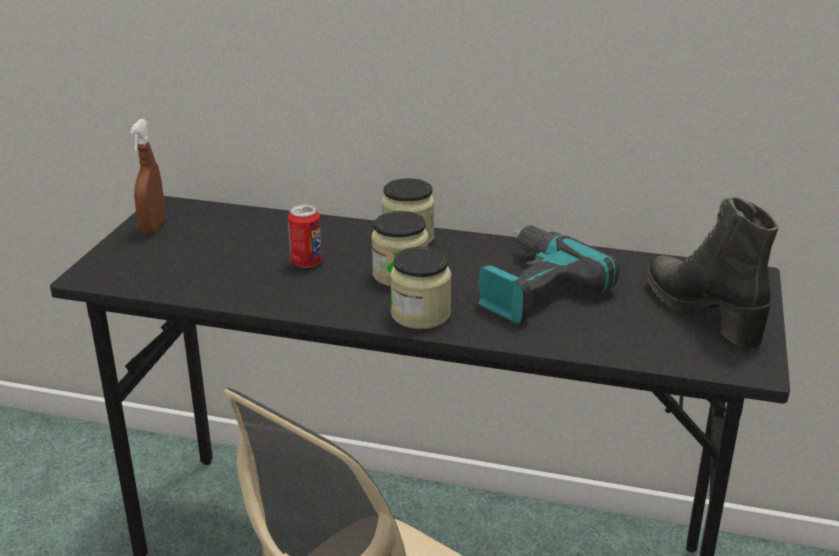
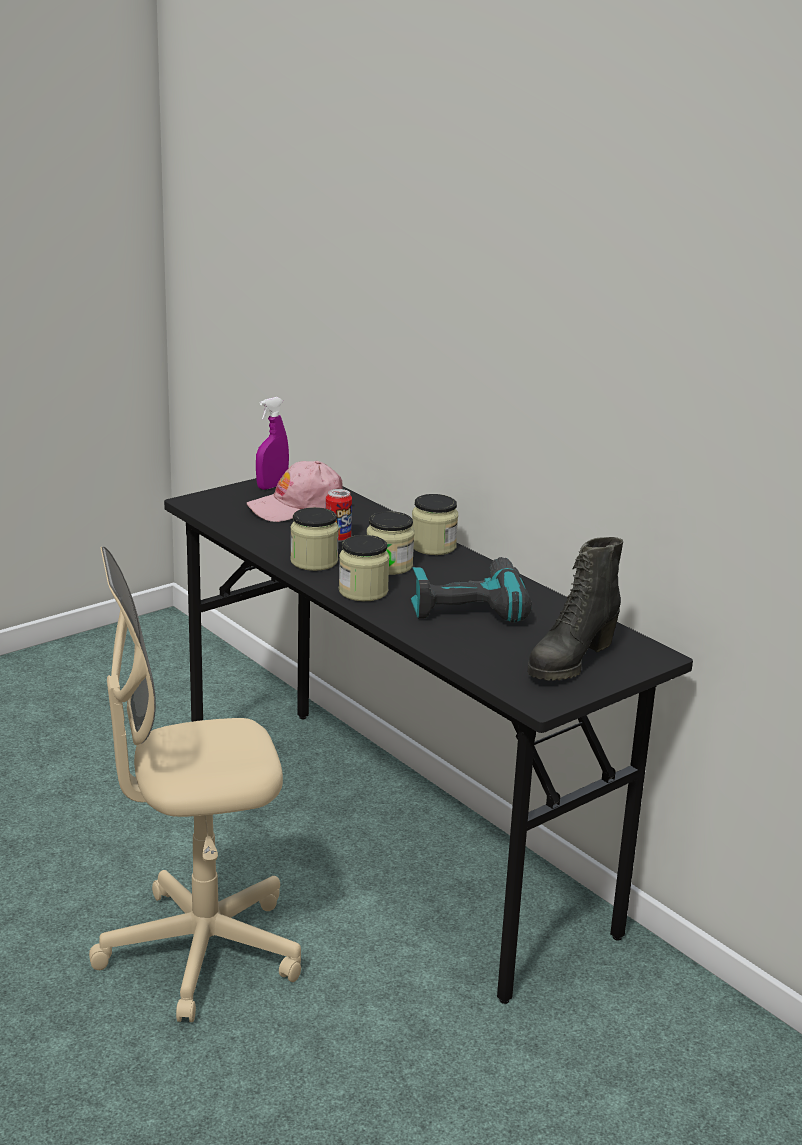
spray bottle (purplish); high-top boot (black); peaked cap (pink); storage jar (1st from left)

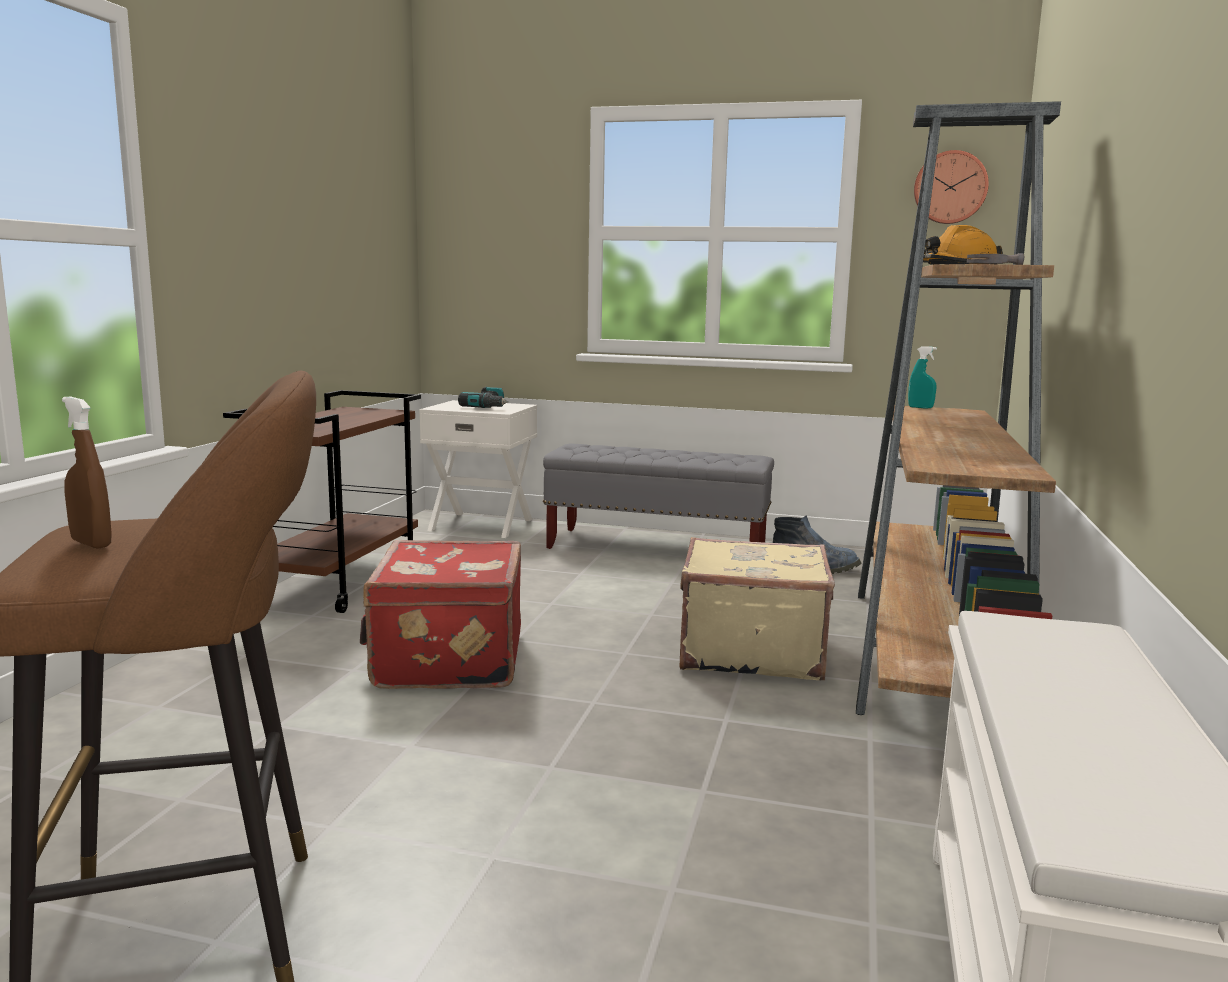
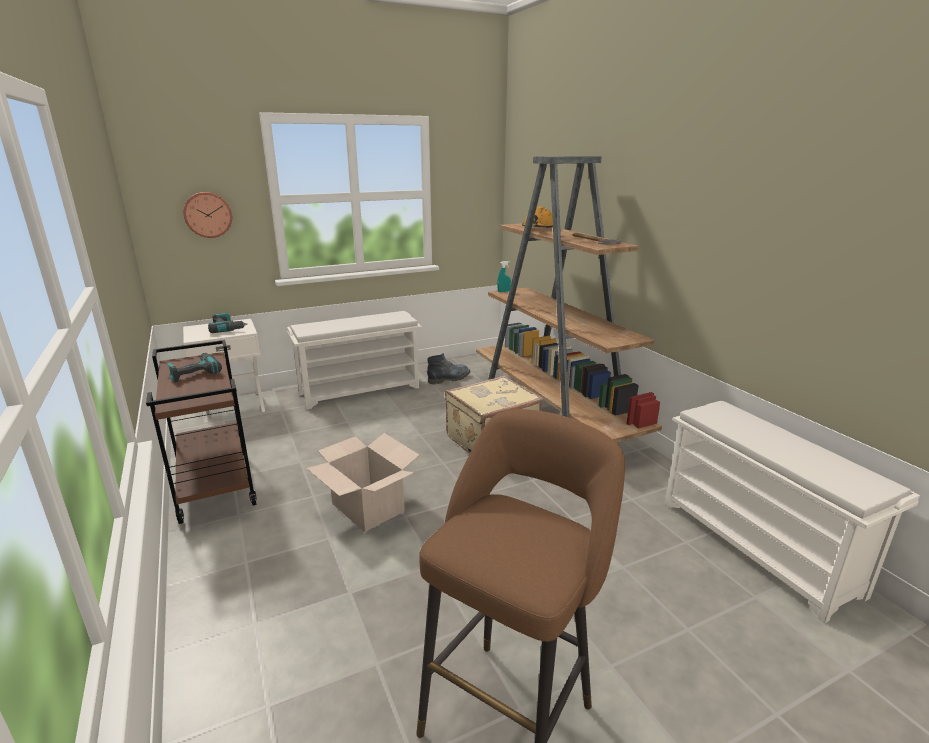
spray bottle (brown); packing box; shoe shelf (whitish) (1st from left); hanging clock; power drill (1st from left)

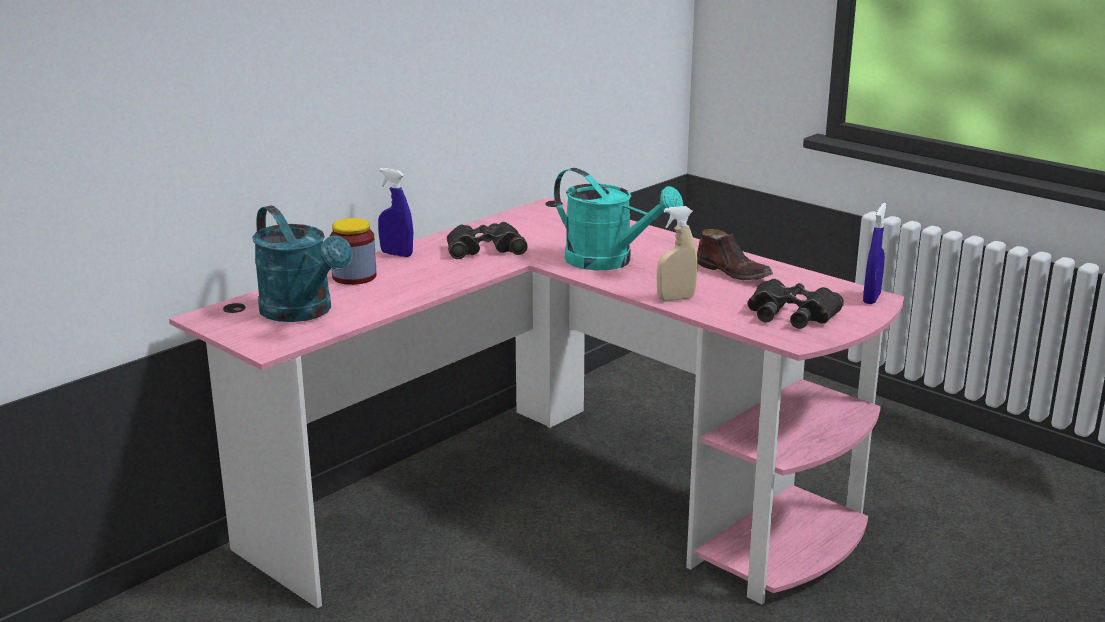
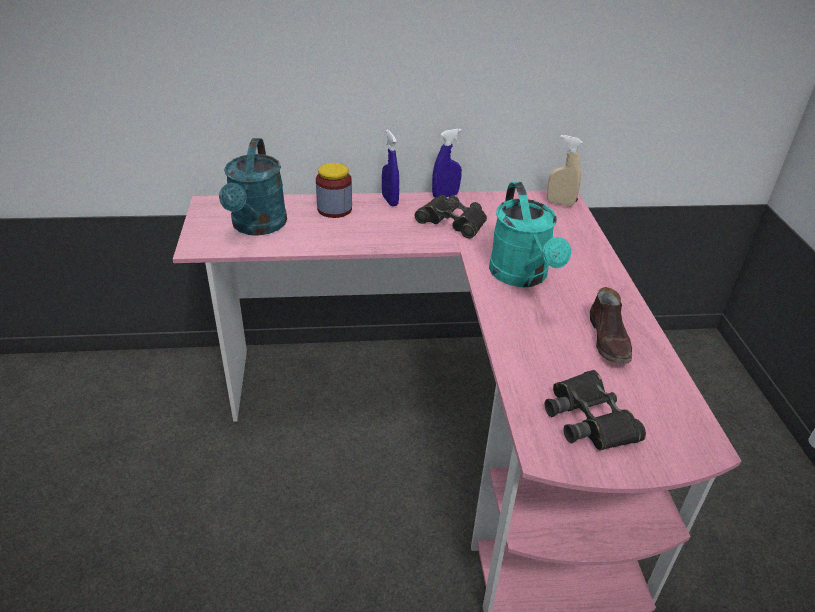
spray bottle (beige); spray bottle (bluish) (2nd from left)

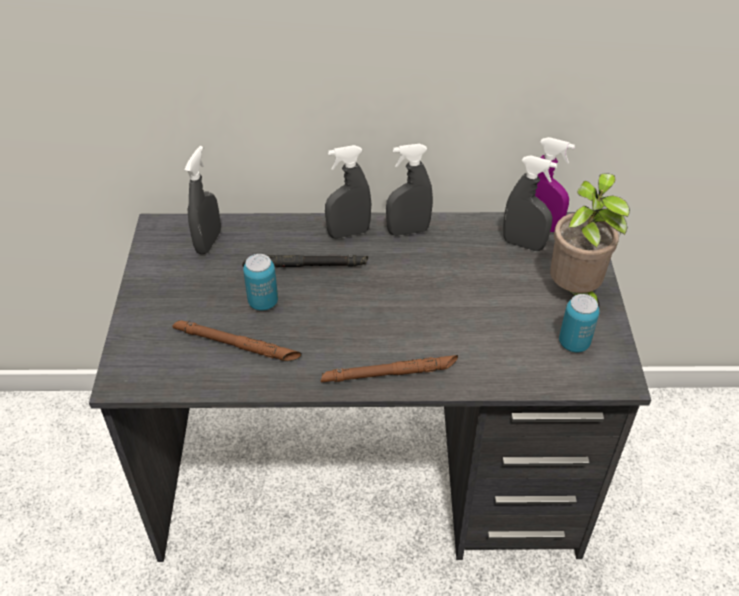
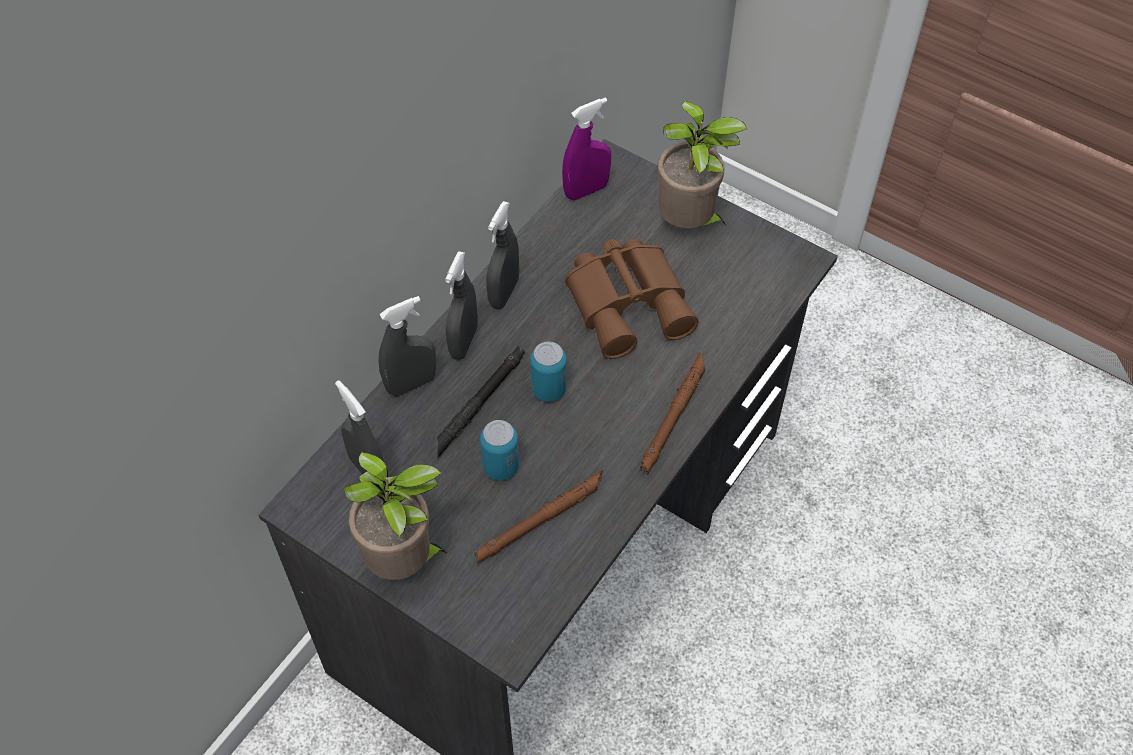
spray bottle (gray) (2nd from left); metal can (2nd from left); plant in a pot (1st from left); field glasses (brown)

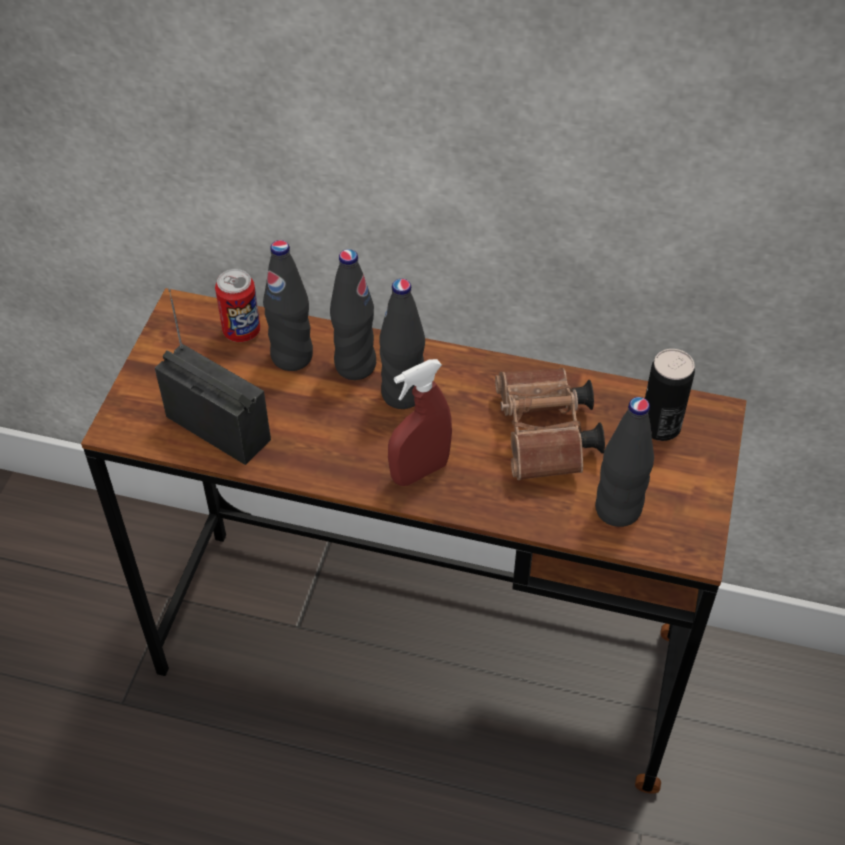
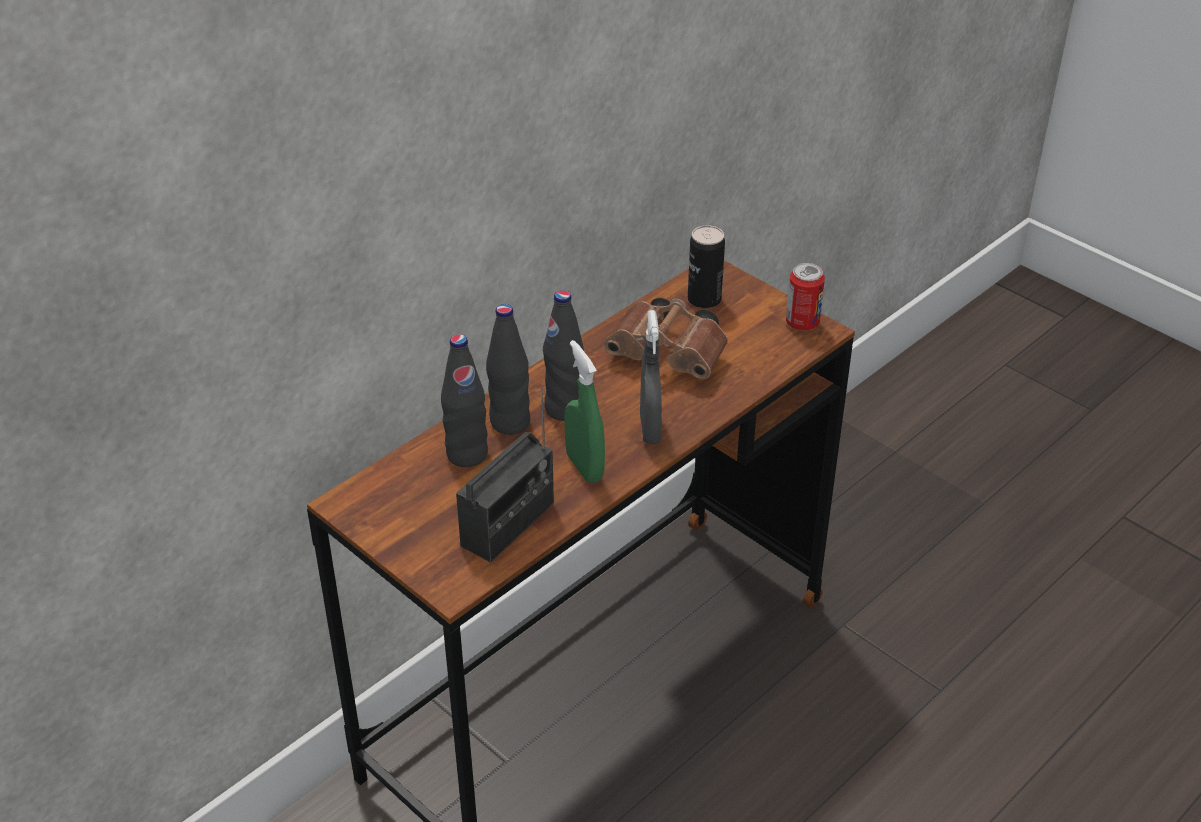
radio receiver; metal can (2nd from left); spray bottle (gray); drink bottle (black) (4th from left in the first image); spray bottle (green-coloured)

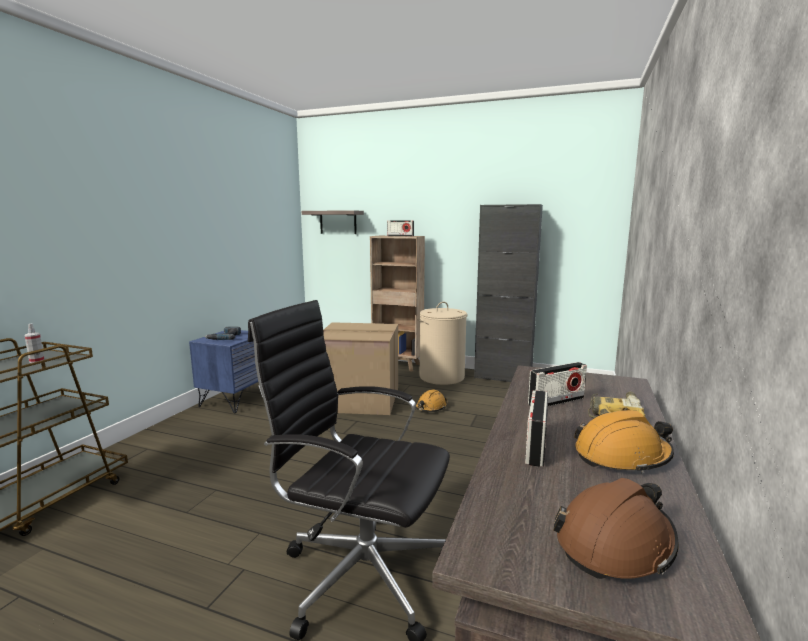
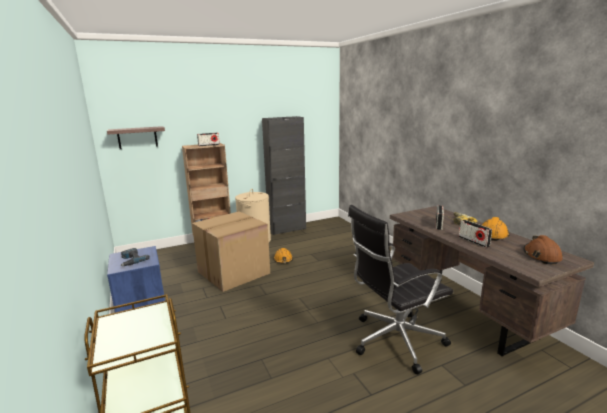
spray bottle

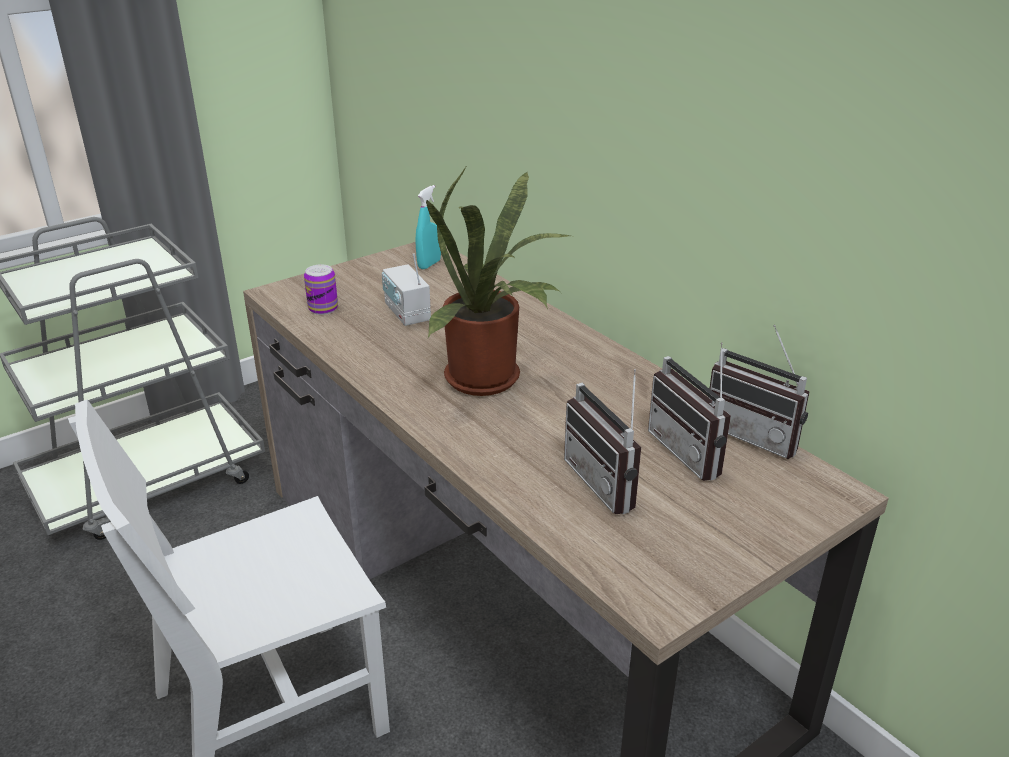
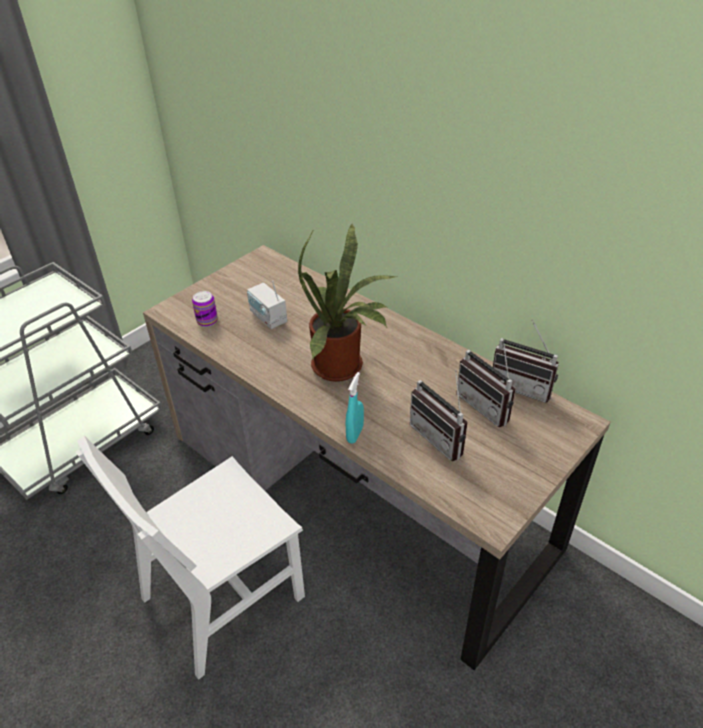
spray bottle (blue-green)

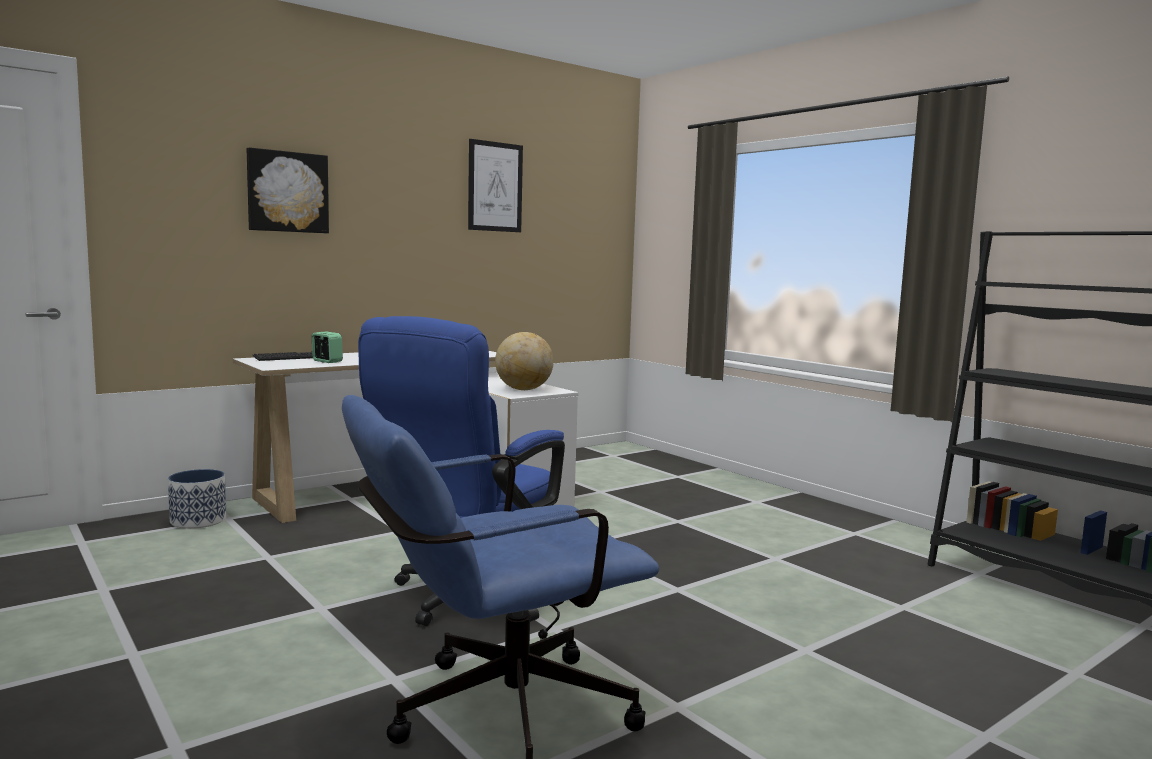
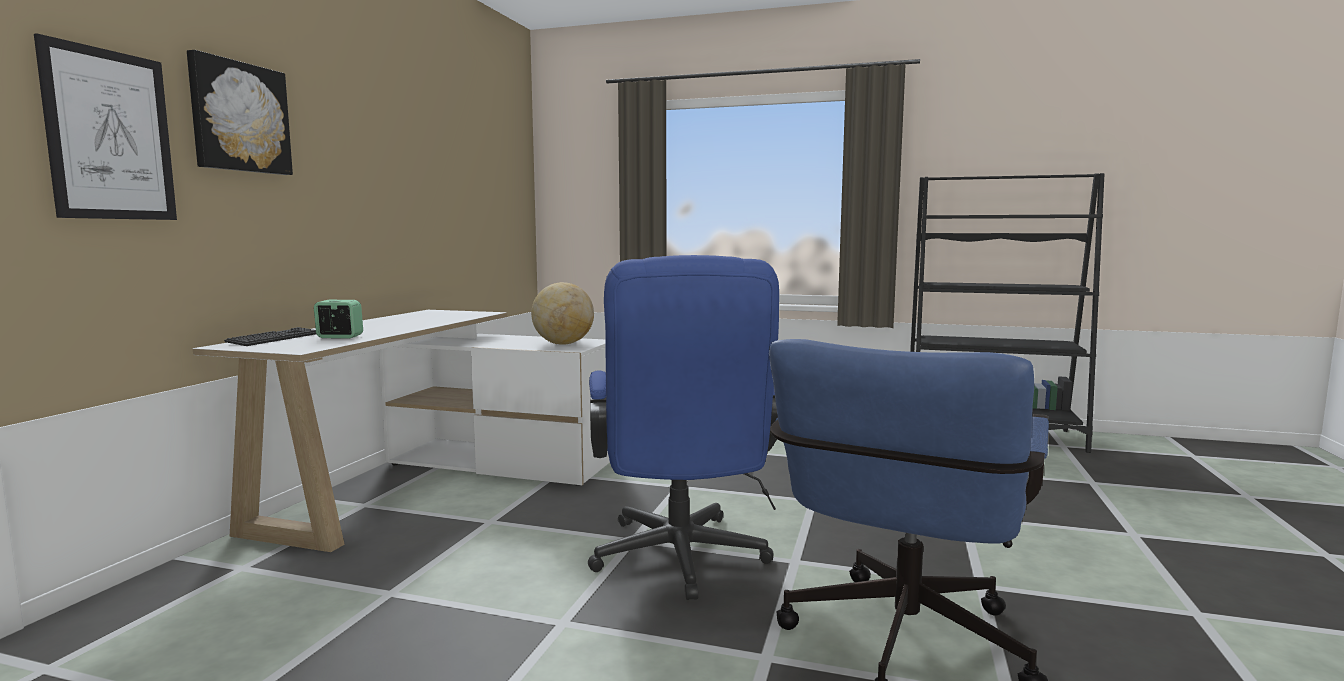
plant pot; wall art (1st from left)

